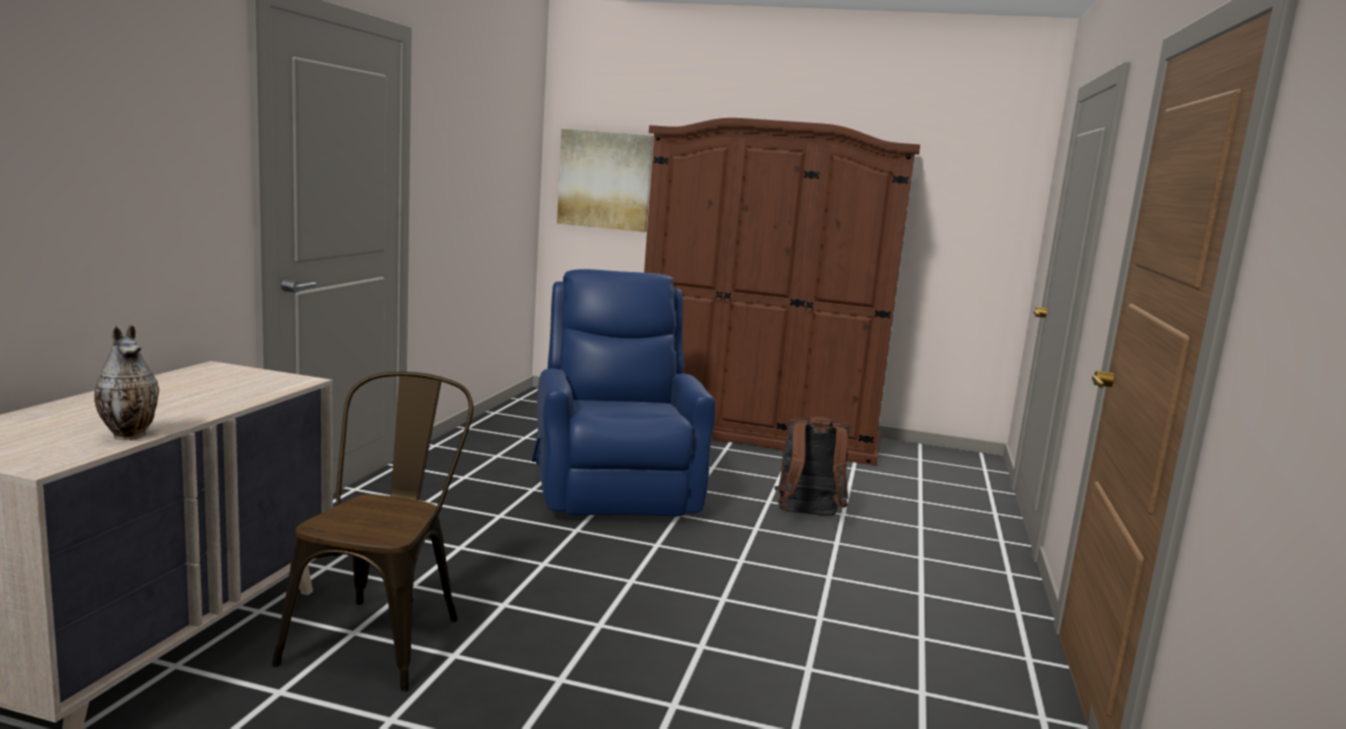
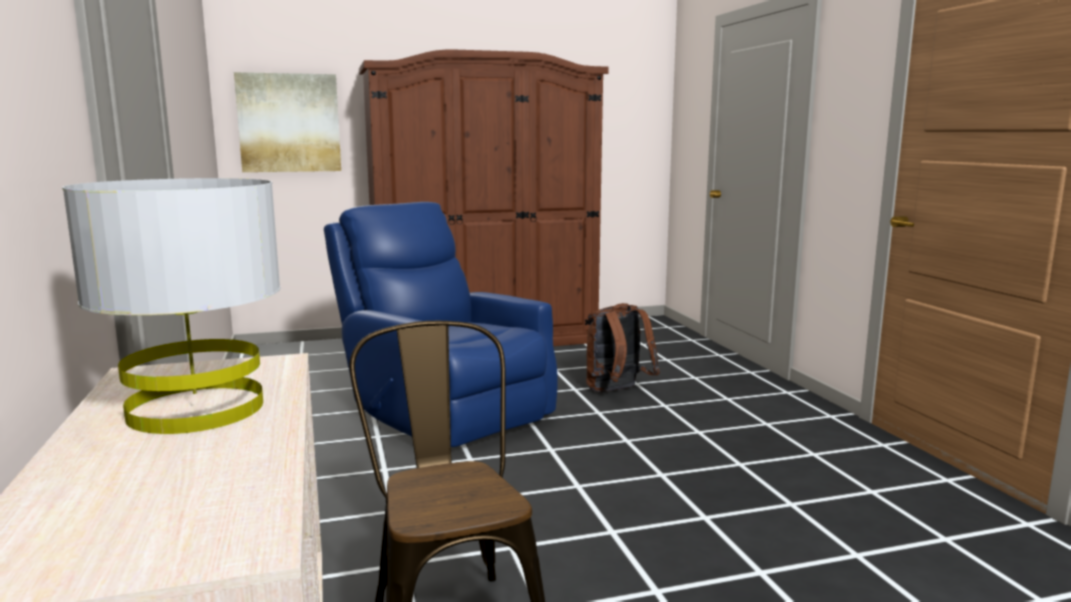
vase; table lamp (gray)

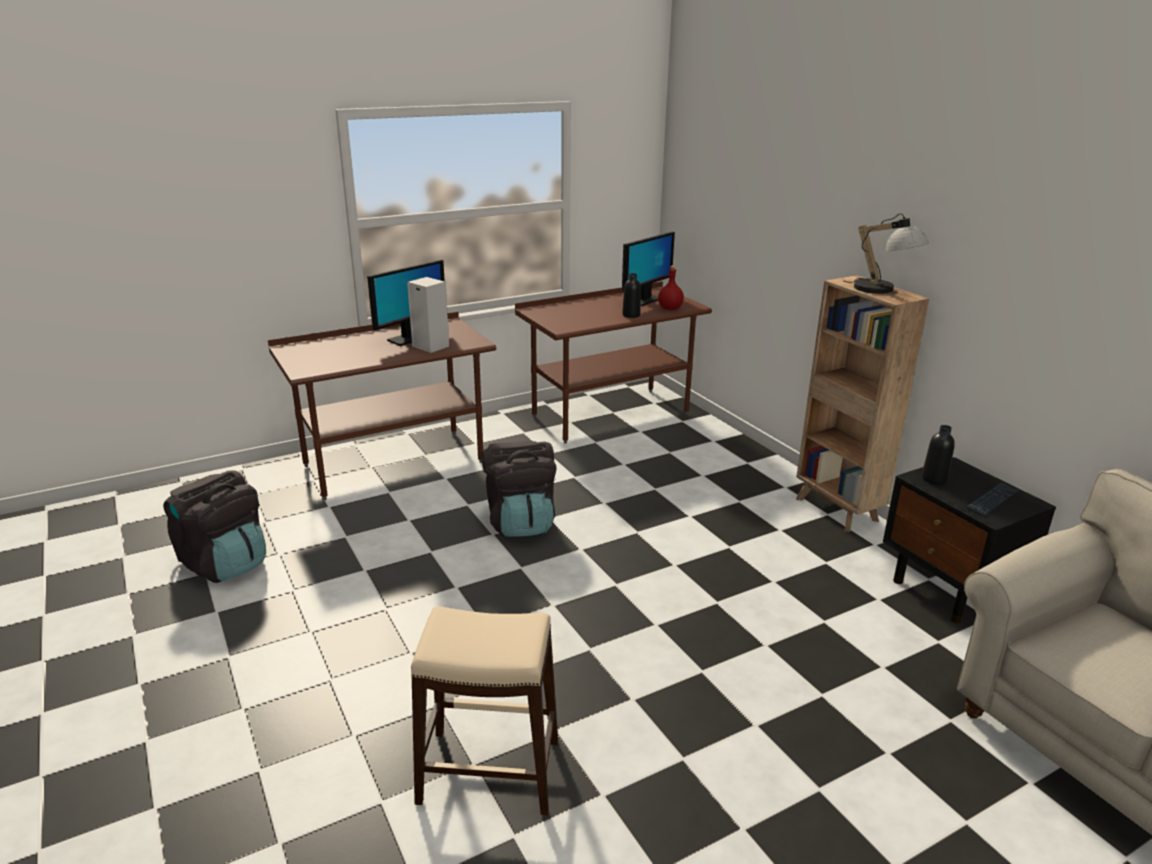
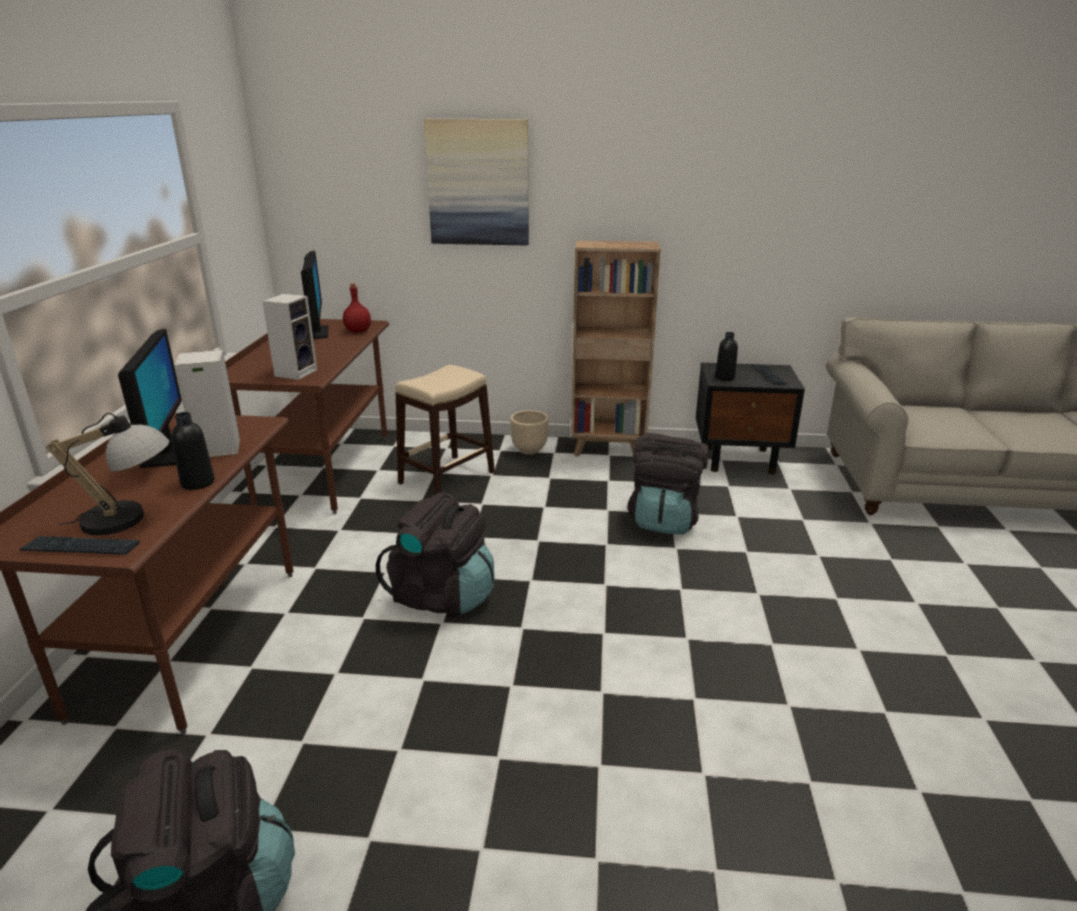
stool (beige); drink bottle (black) (1st from left); table lamp; PC keyboard (1st from left); speaker (2nd from left); wall art; plant pot (beige); backpack (black) (3rd from left)

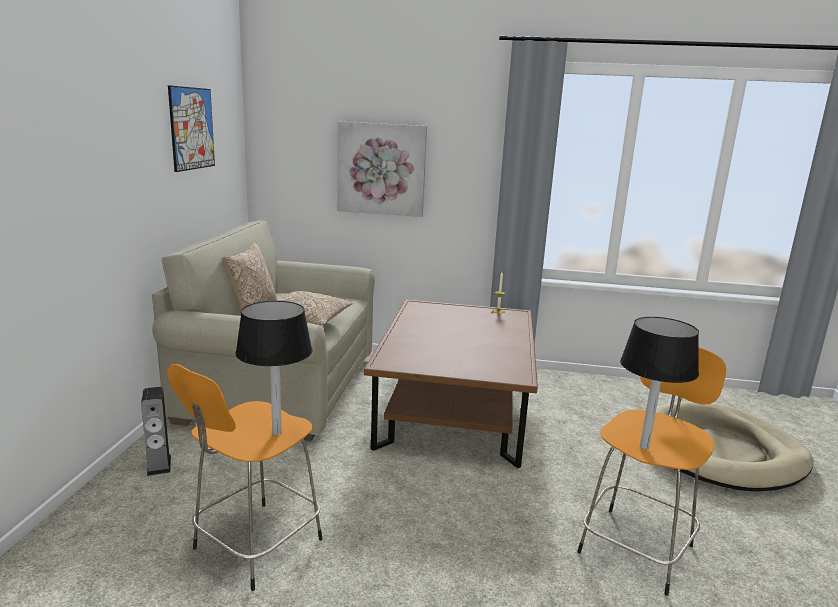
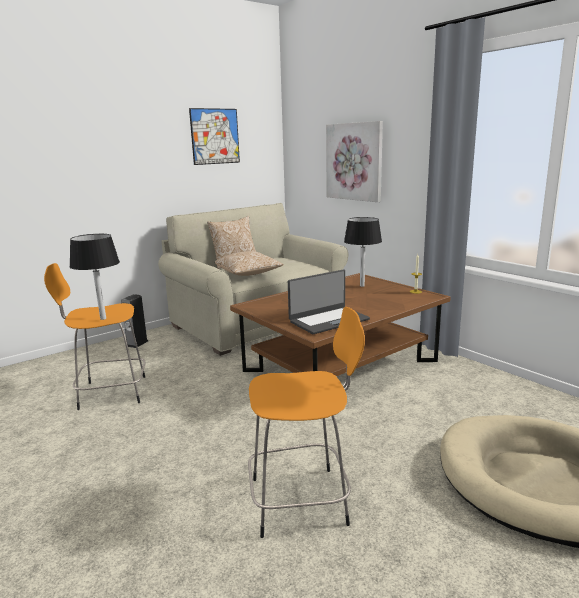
table lamp (black) (2nd from left); notebook computer

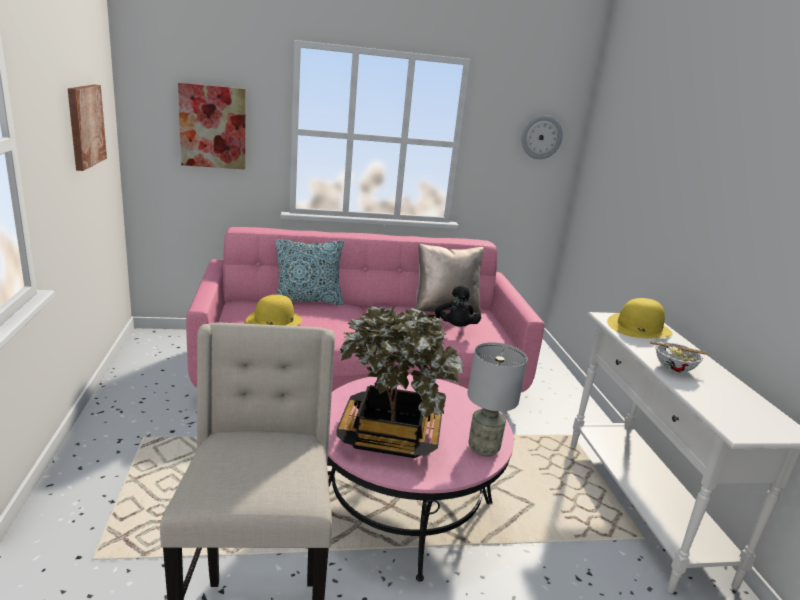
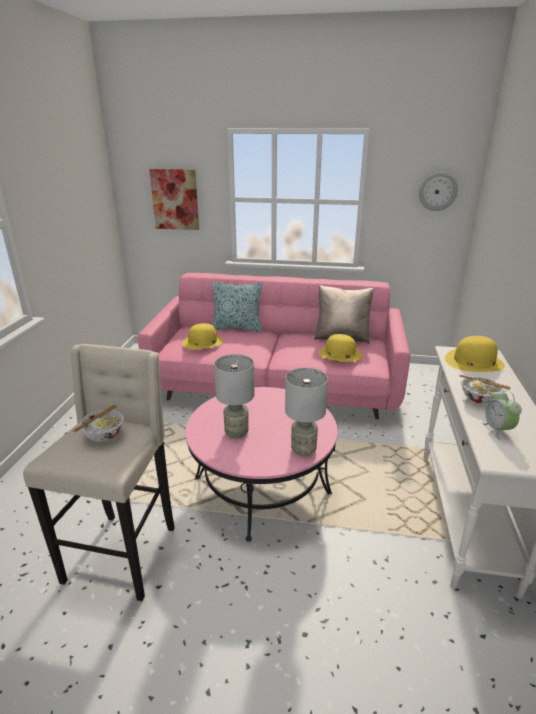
wall art (1st from left in the first image); table lamp (gray) (1st from left); clothing hat (yellow-coloured) (2nd from left); serving bowl (1st from left); bedside clock

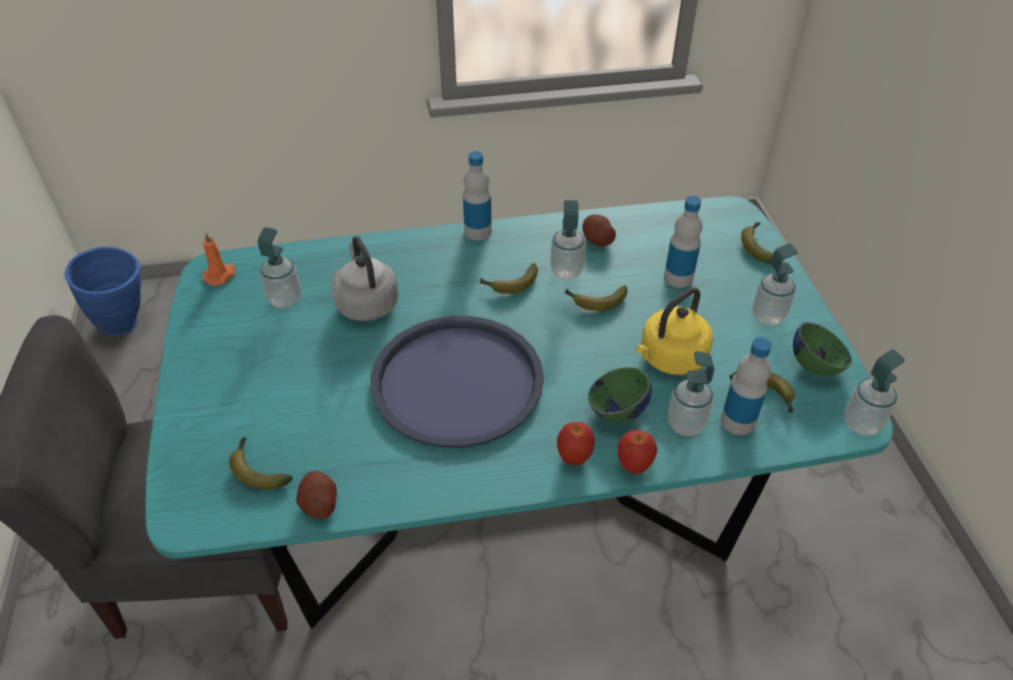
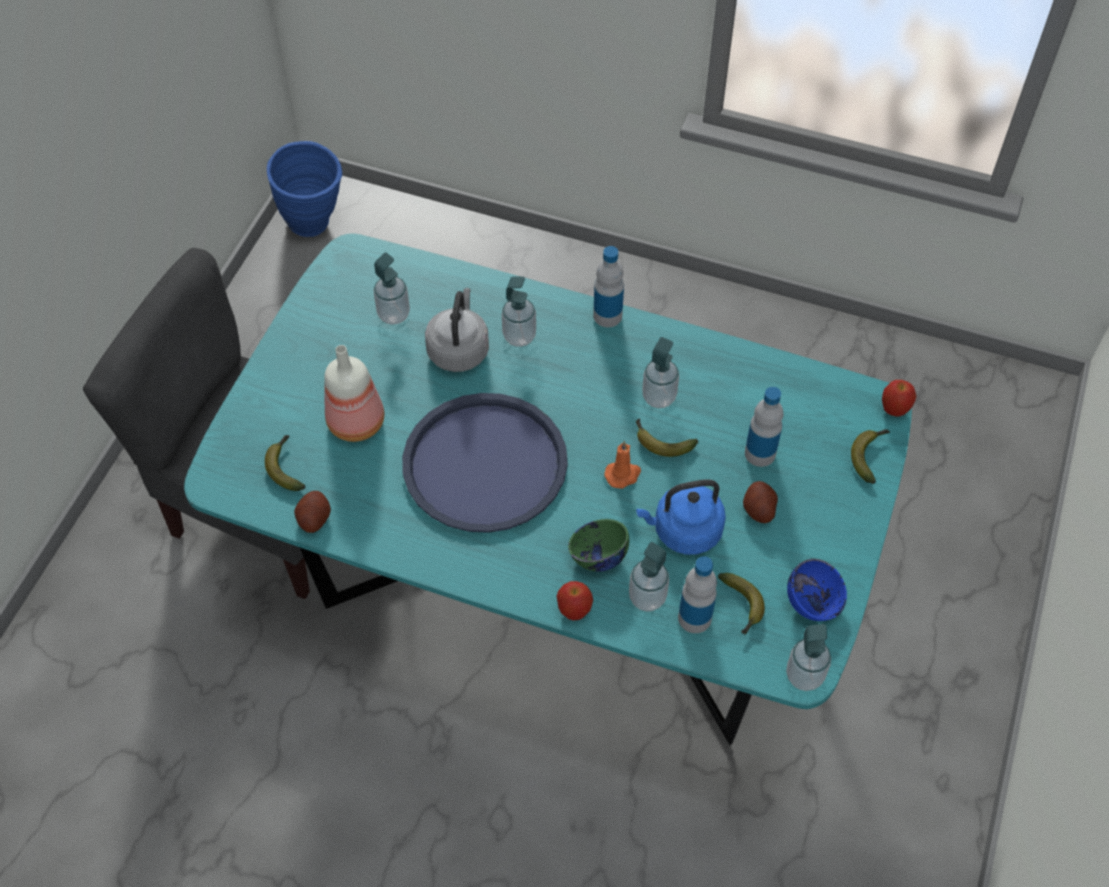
wax light (orange); whole banana (2nd from left in the first image); apple fruit (2nd from left); potato (2nd from left); kettle (bluish); soap dispenser (2nd from left); serving bowl (bluish); drink bottle (1st from left)

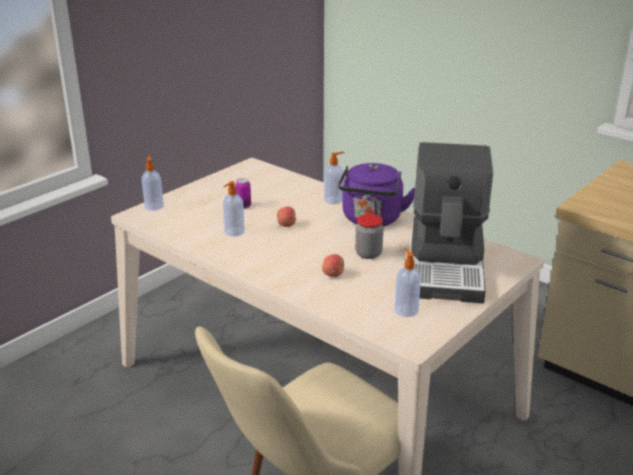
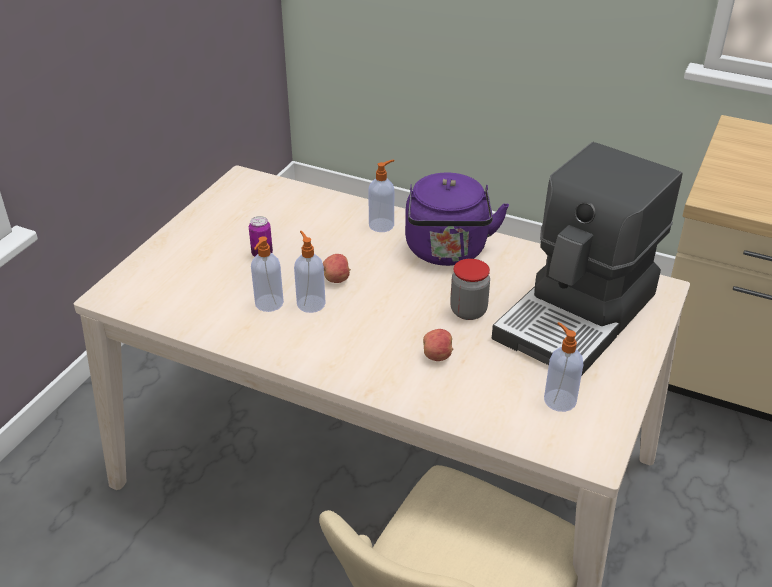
soap dispenser (2nd from left); coffee machine

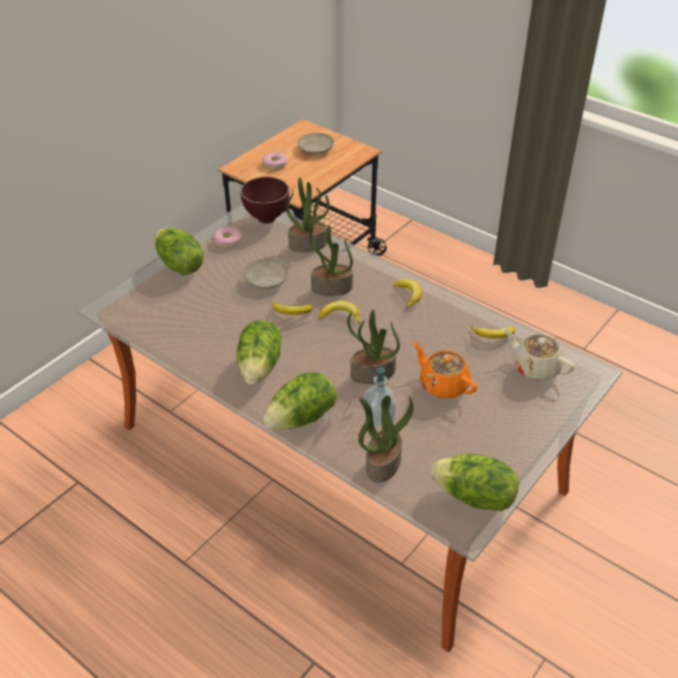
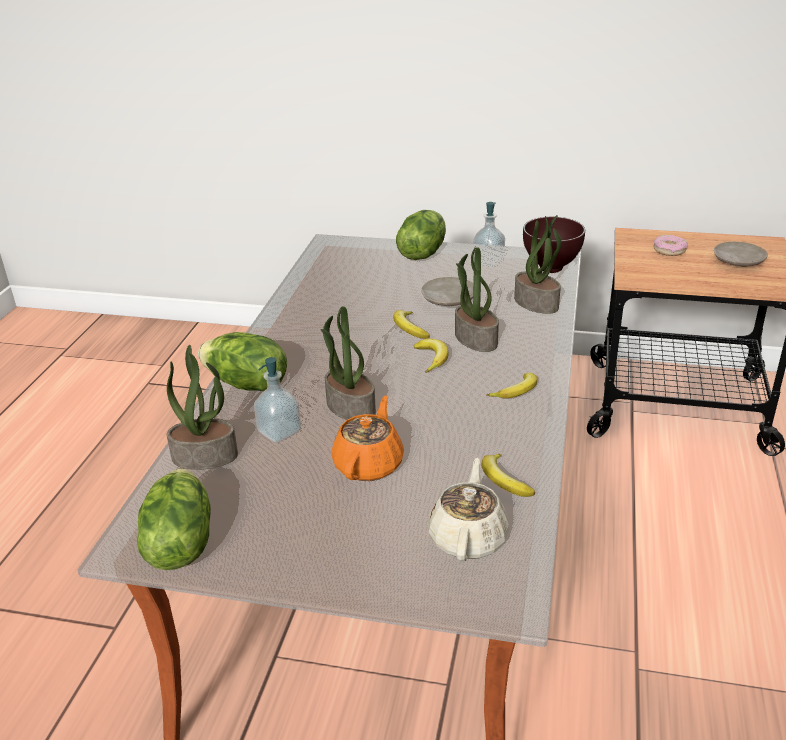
soap dispenser (2nd from left); lettuce (2nd from left in the first image)

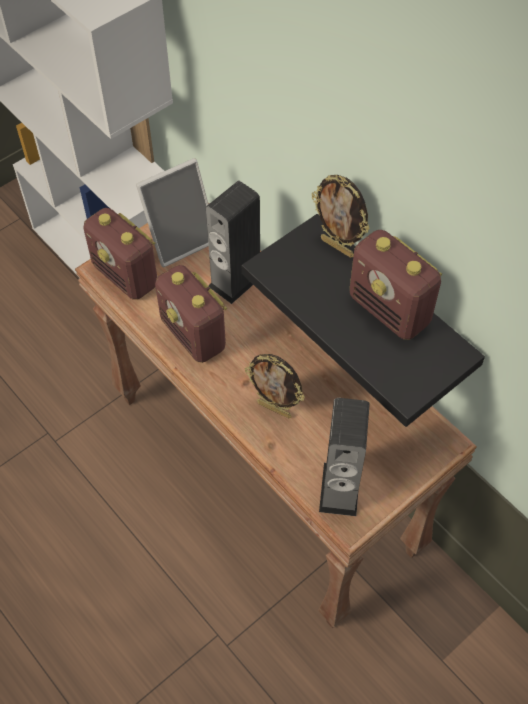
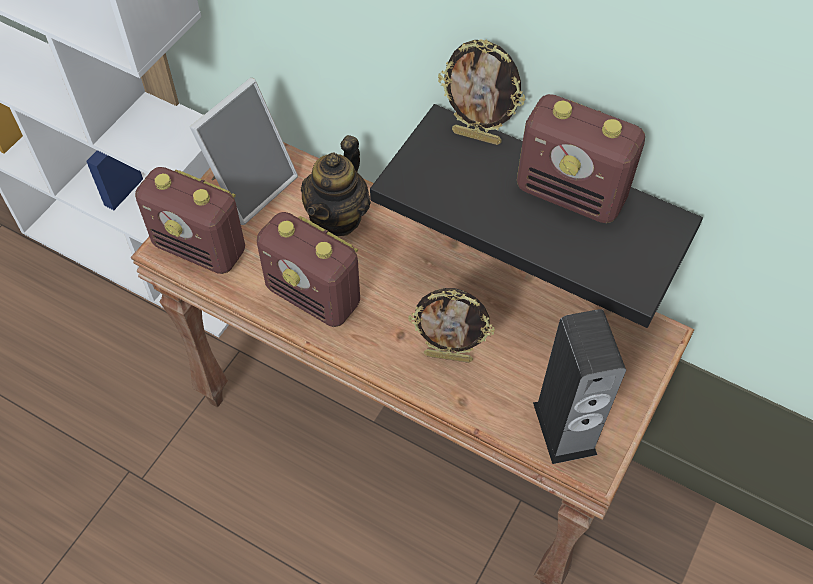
pot for tea

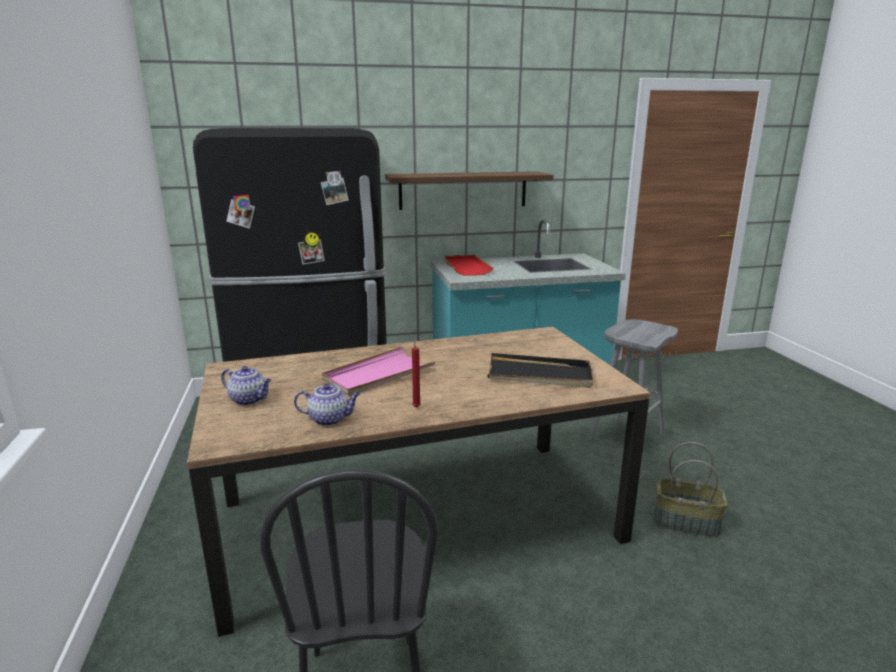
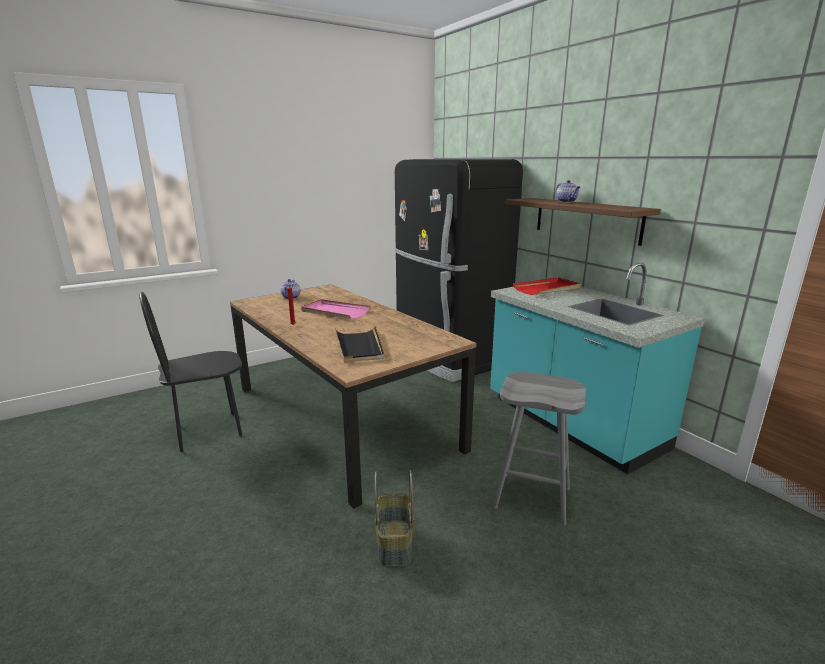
pot for tea (2nd from left)

